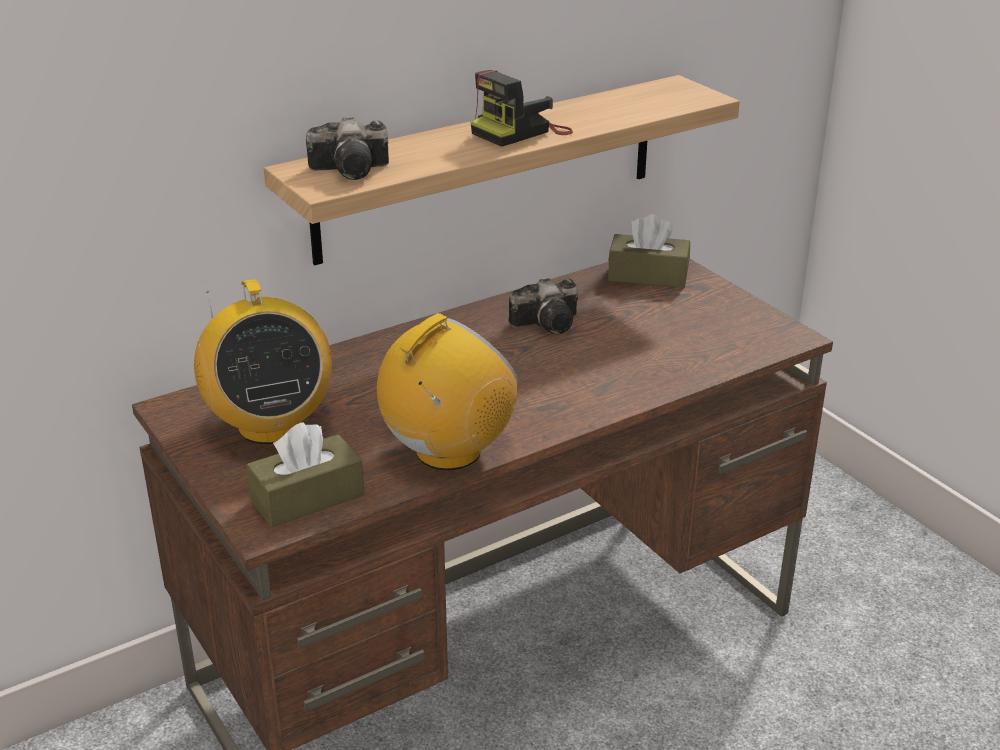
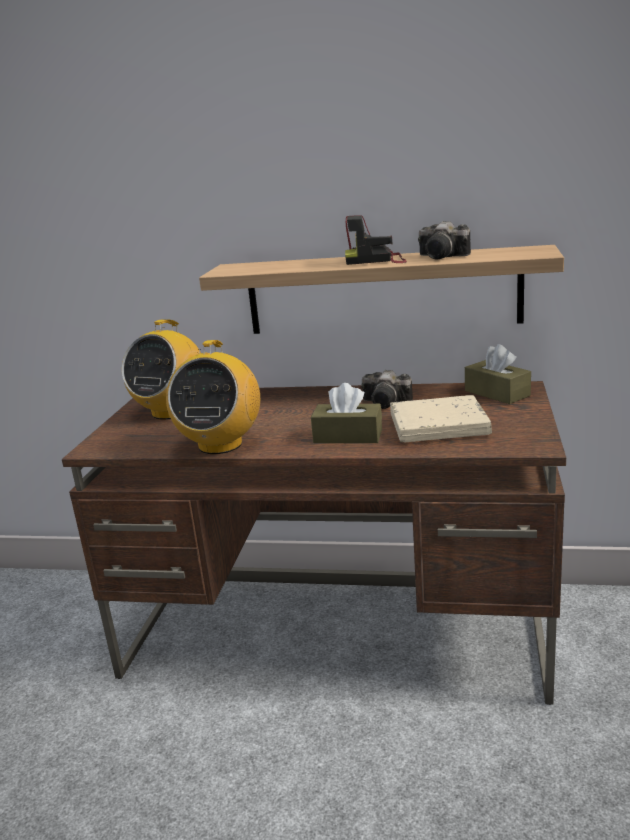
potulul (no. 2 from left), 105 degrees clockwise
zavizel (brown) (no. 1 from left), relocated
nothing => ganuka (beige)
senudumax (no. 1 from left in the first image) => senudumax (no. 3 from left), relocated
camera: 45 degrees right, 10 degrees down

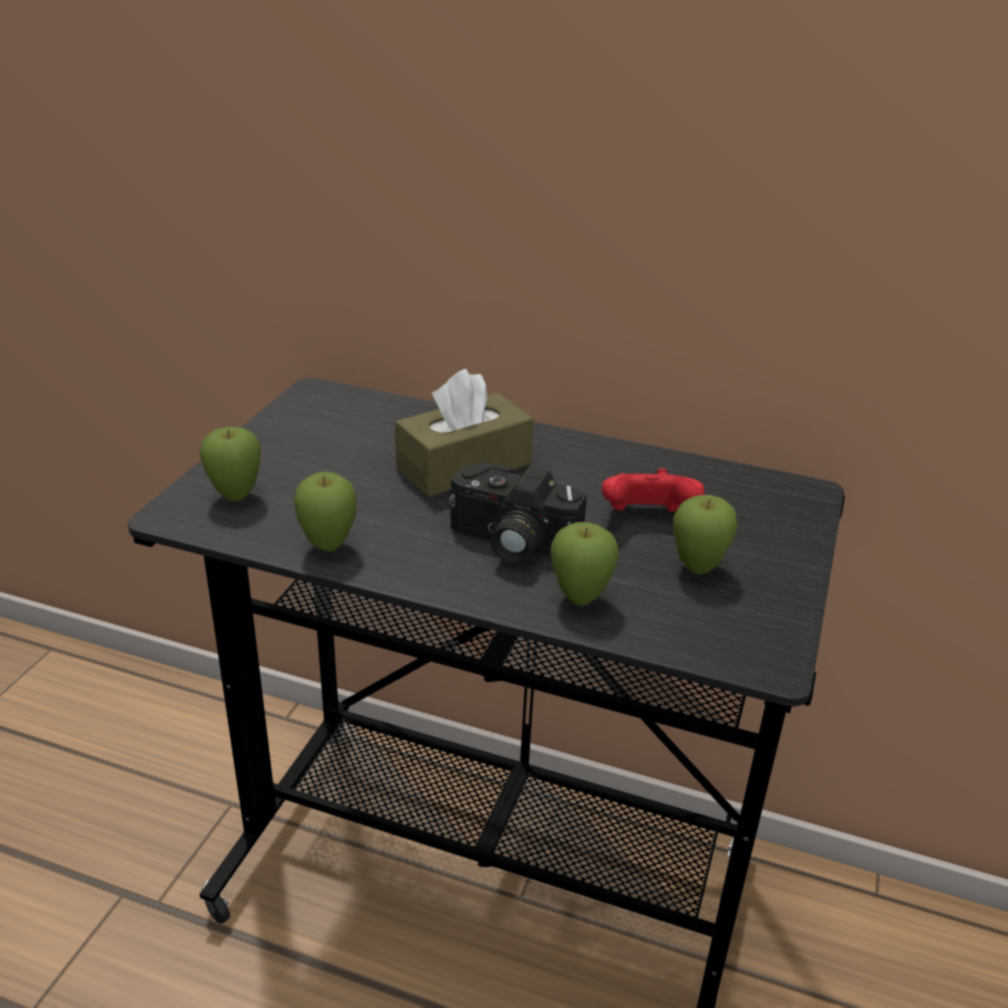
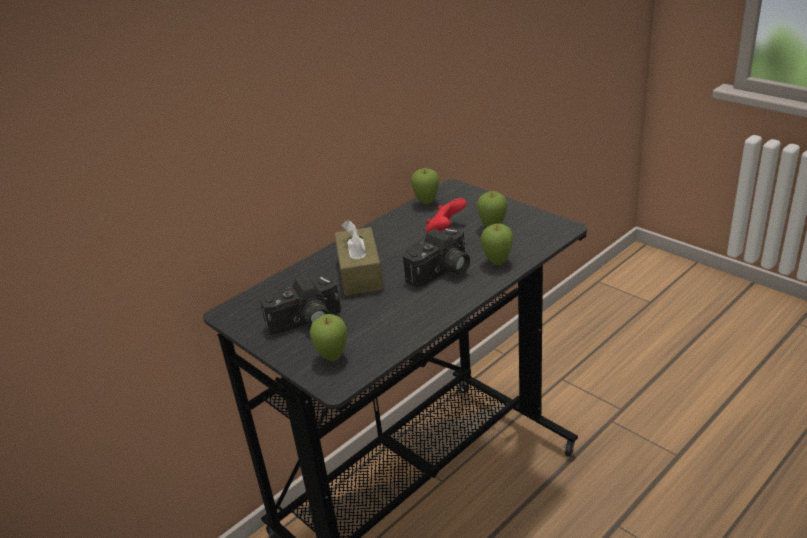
nothing => senudumax (no. 1 from left)
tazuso (no. 2 from left), relocated
camera: 60 degrees left, 0 degrees up

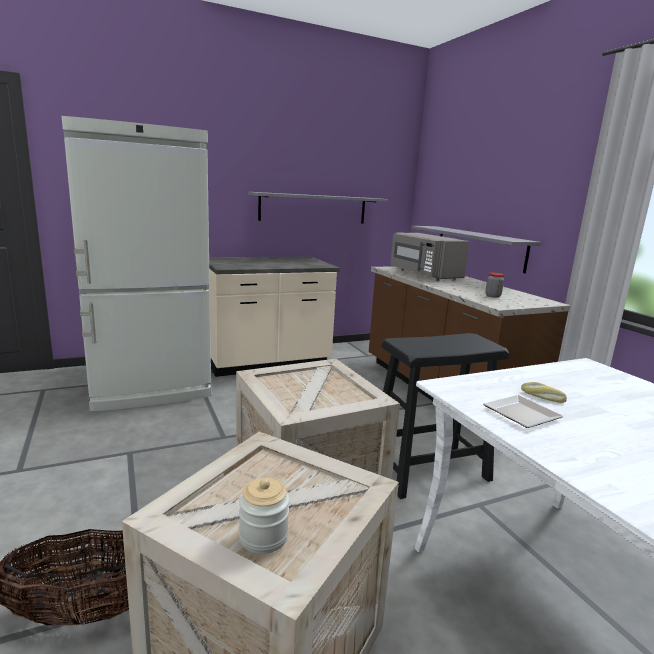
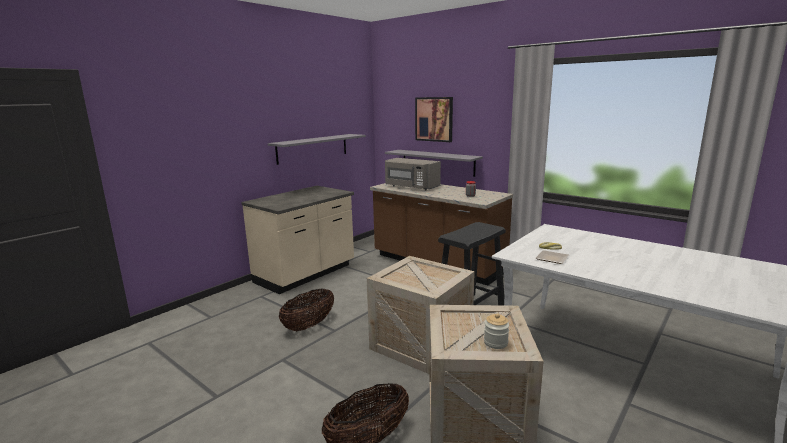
nothing => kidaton (no. 1 from left)
nothing => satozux
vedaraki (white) => nothing
camera: 25 degrees left, 0 degrees up

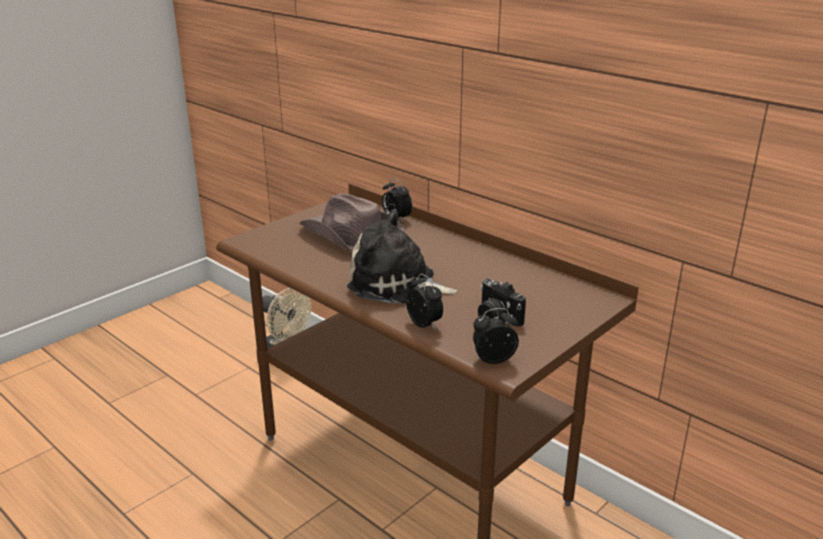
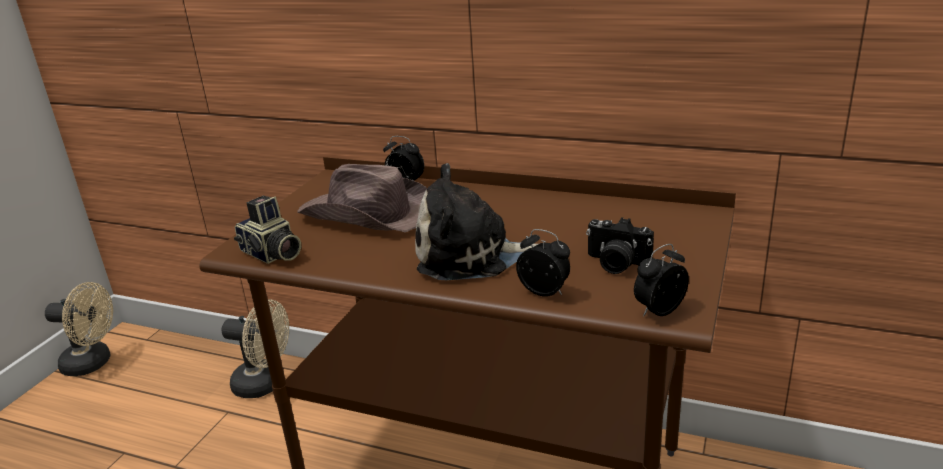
nothing => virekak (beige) (no. 1 from left)
nothing => senudumax (no. 1 from left)
camera: 20 degrees left, 0 degrees up

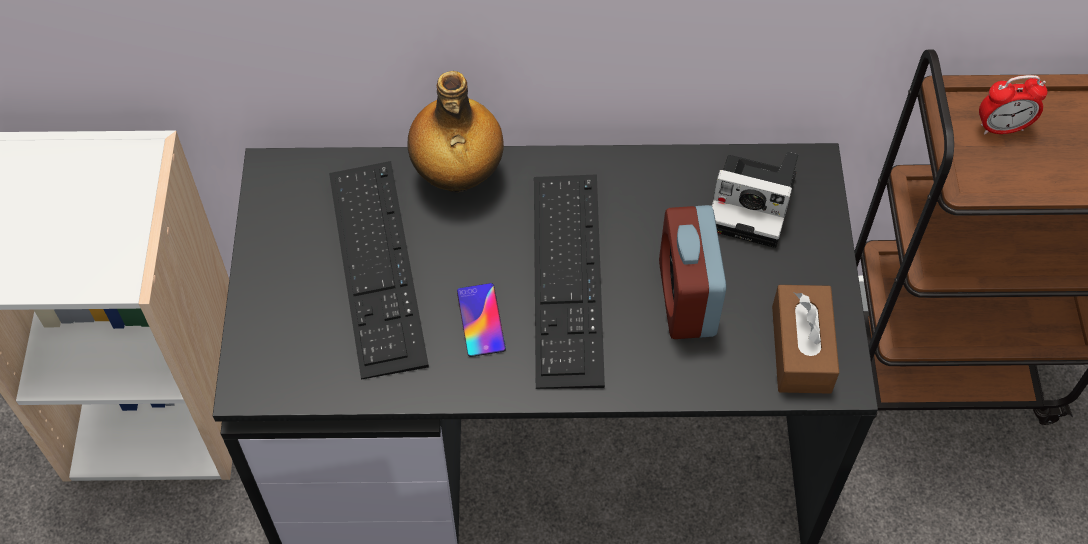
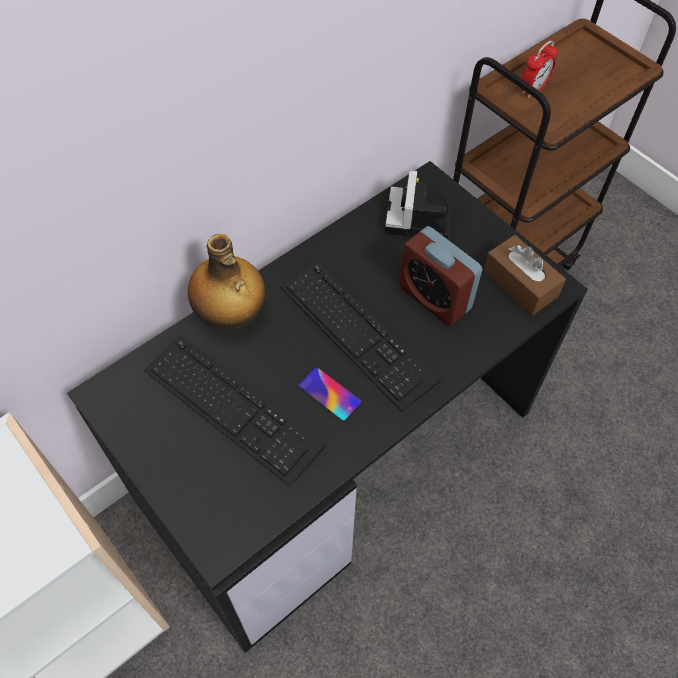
senudumax, 120 degrees clockwise
camera: 40 degrees left, 0 degrees up

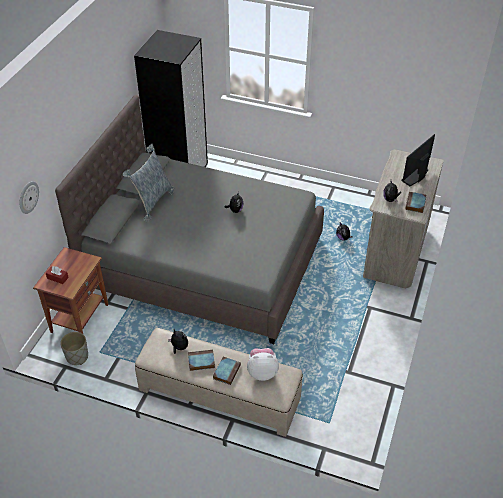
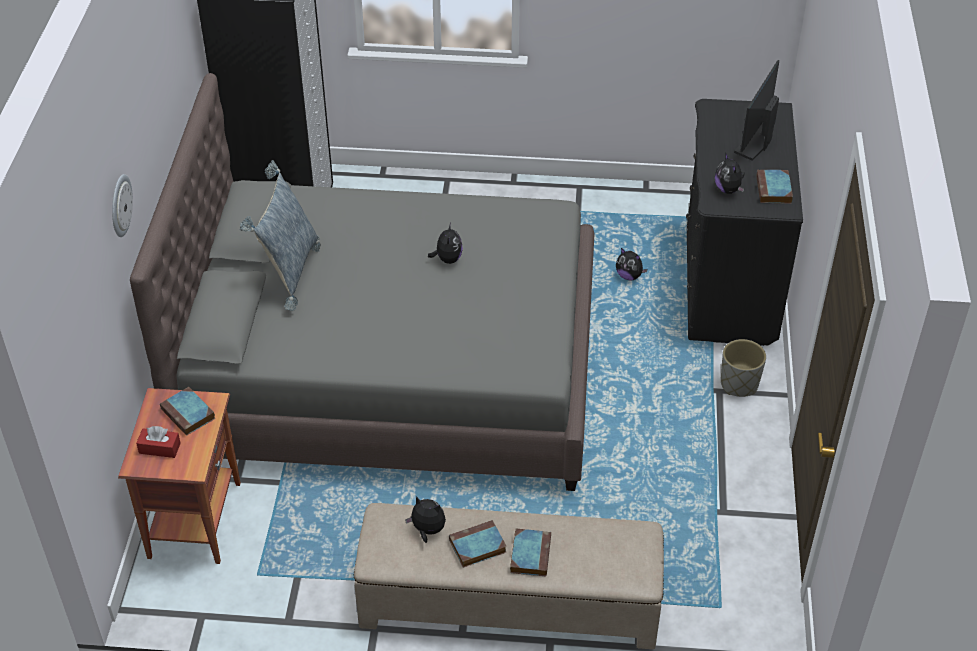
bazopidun, relocated
nothing => ganuka (no. 1 from left)
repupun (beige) => repupun (black)
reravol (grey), relocated
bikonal (no. 3 from left) => nothing
camera: 15 degrees left, 0 degrees up

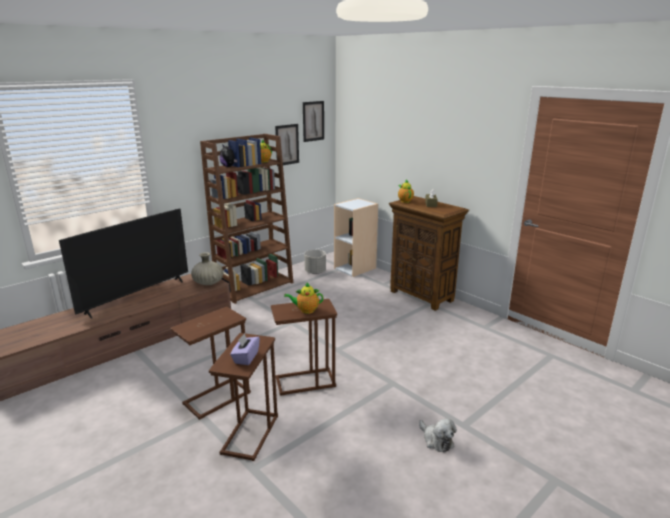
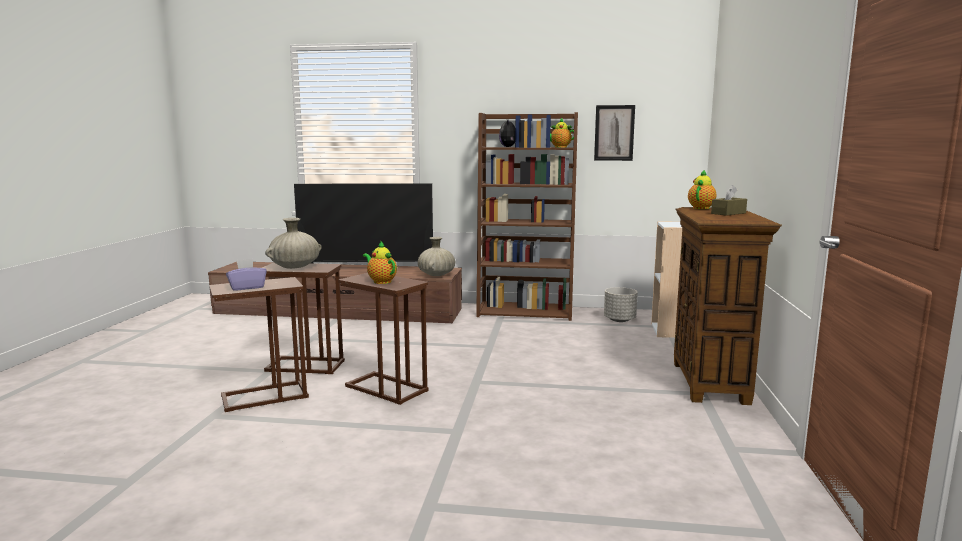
nothing => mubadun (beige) (no. 1 from left)
satozux (no. 2 from left) => nothing
bikonal (no. 2 from left) => nothing
camera: 50 degrees right, 10 degrees down

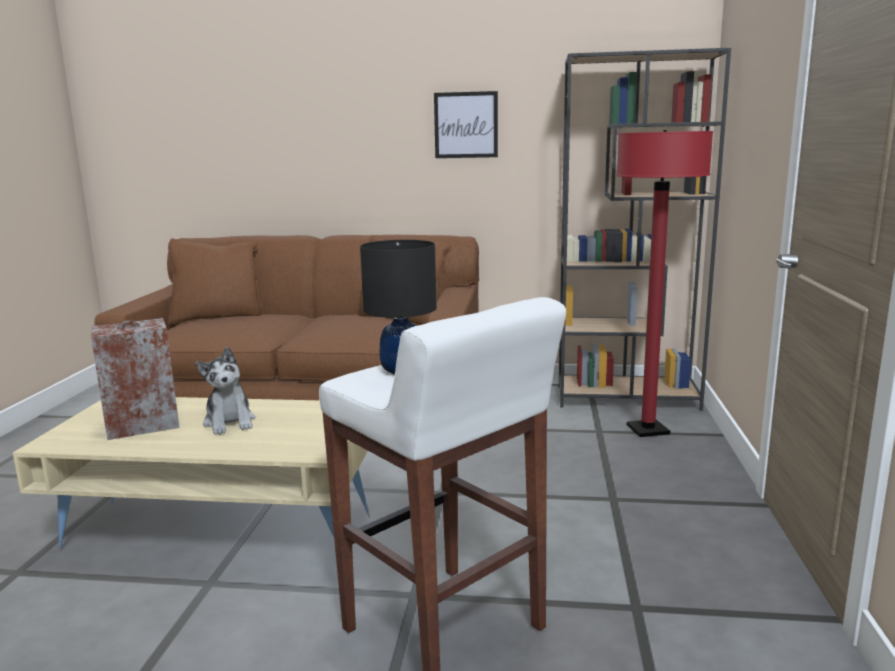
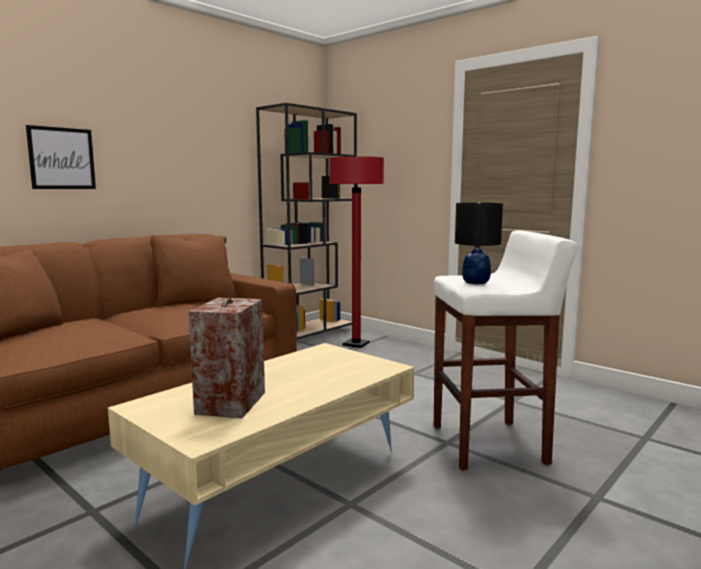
satozux, relocated
bikonal => nothing
camera: 55 degrees left, 5 degrees down

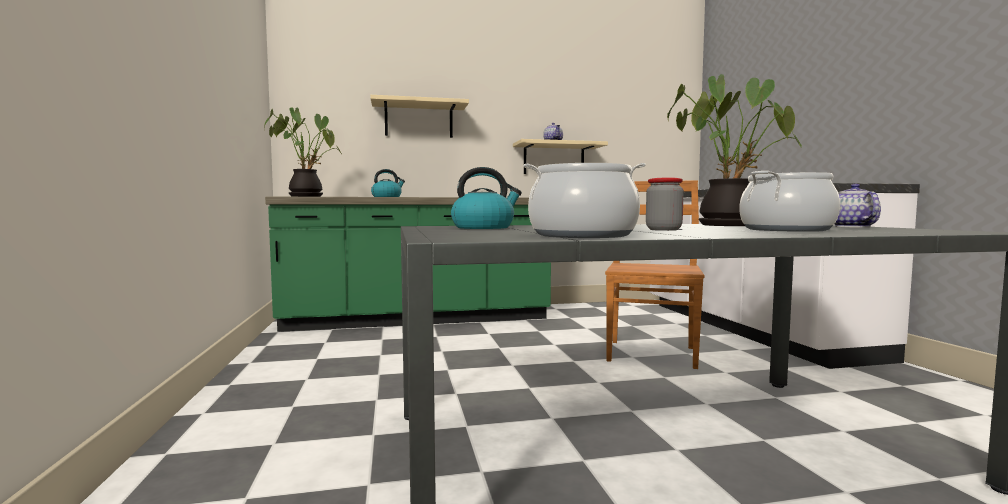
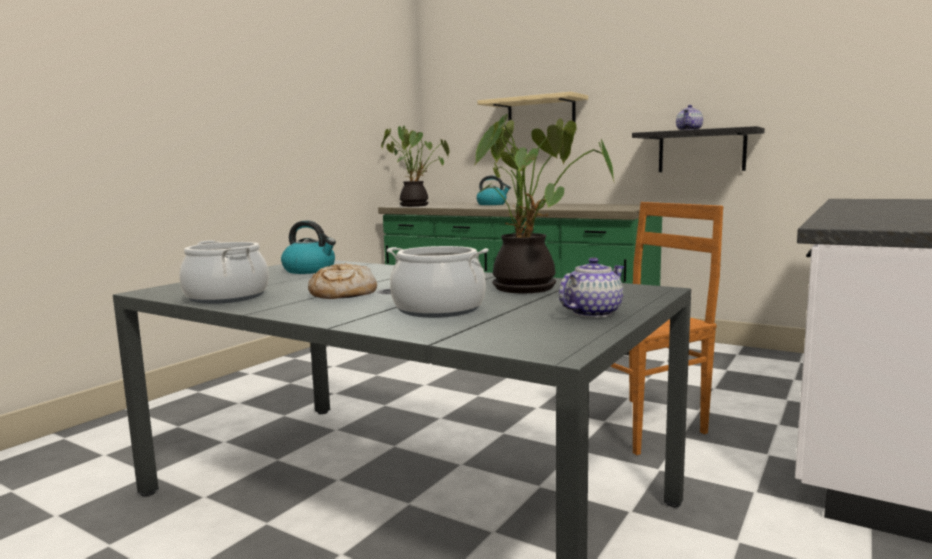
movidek => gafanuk
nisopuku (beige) (no. 2 from left) => nisopuku (black)
camera: 45 degrees right, 5 degrees up

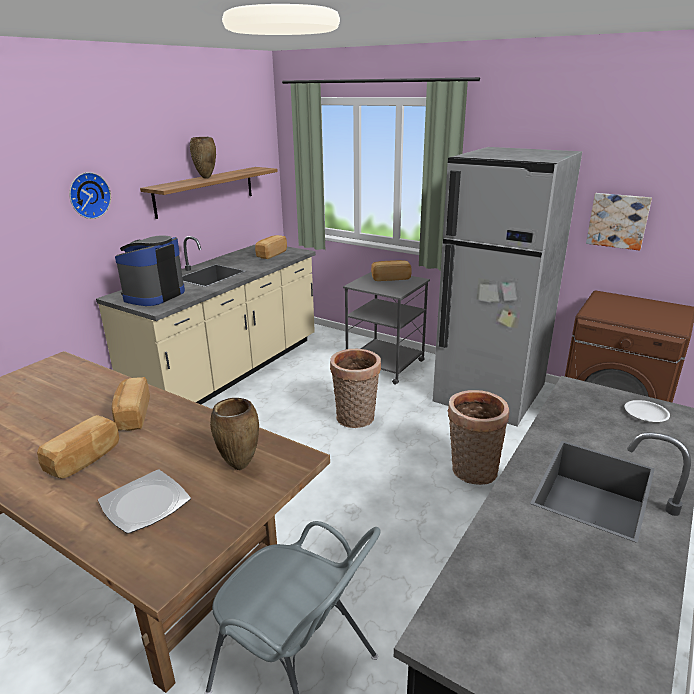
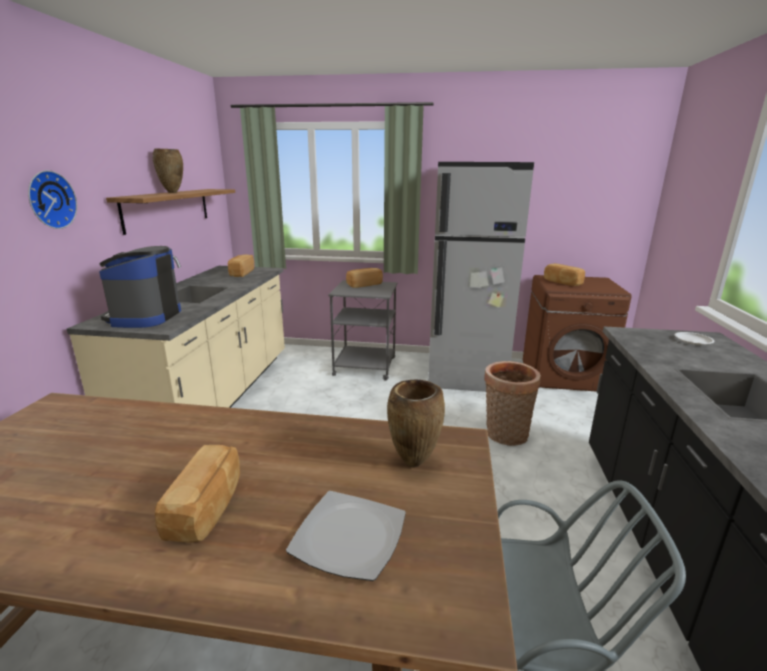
gafanuk (no. 2 from left in the first image) => gafanuk (no. 4 from left), relocated
kidaton (no. 1 from left) => nothing
satozux => nothing
camera: 25 degrees left, 5 degrees down

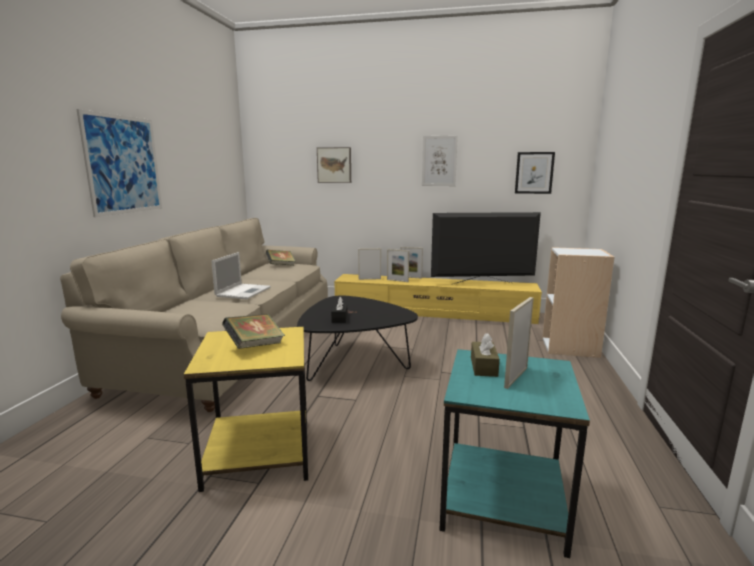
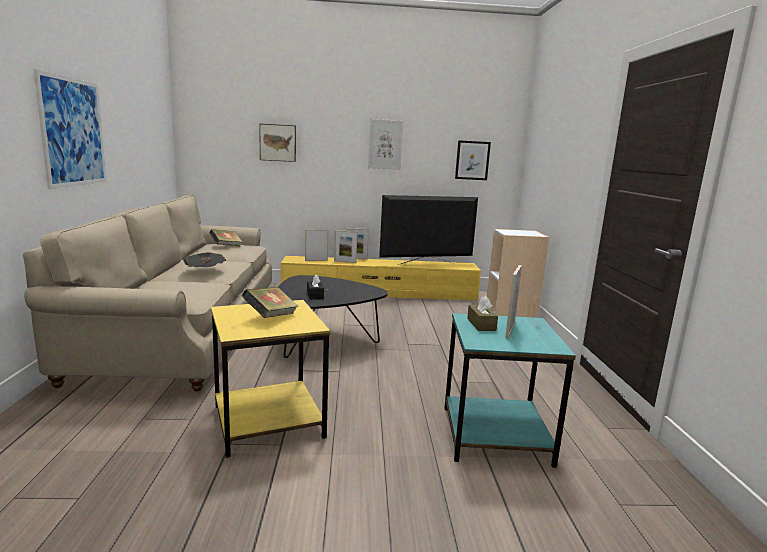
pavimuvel => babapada
camera: 15 degrees left, 0 degrees up

